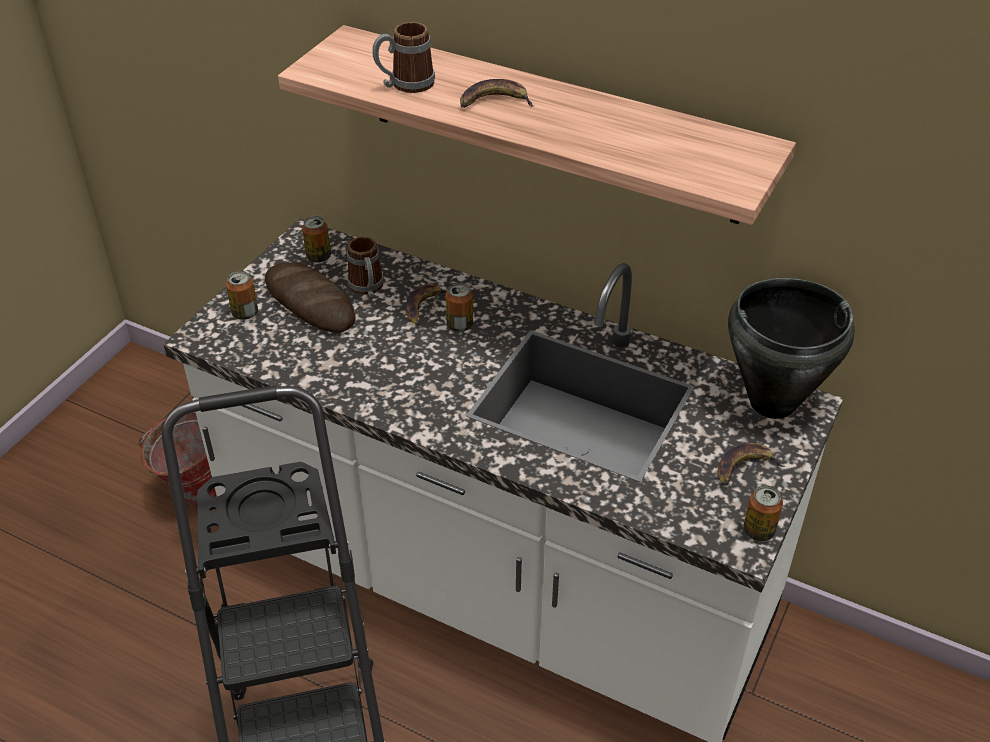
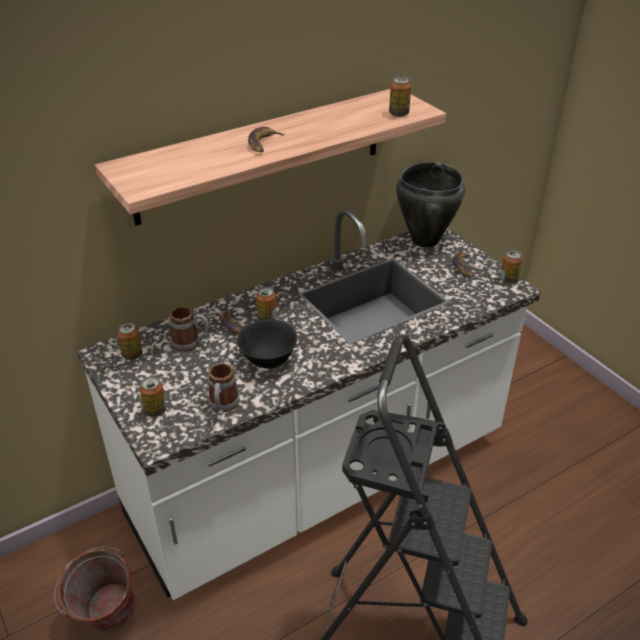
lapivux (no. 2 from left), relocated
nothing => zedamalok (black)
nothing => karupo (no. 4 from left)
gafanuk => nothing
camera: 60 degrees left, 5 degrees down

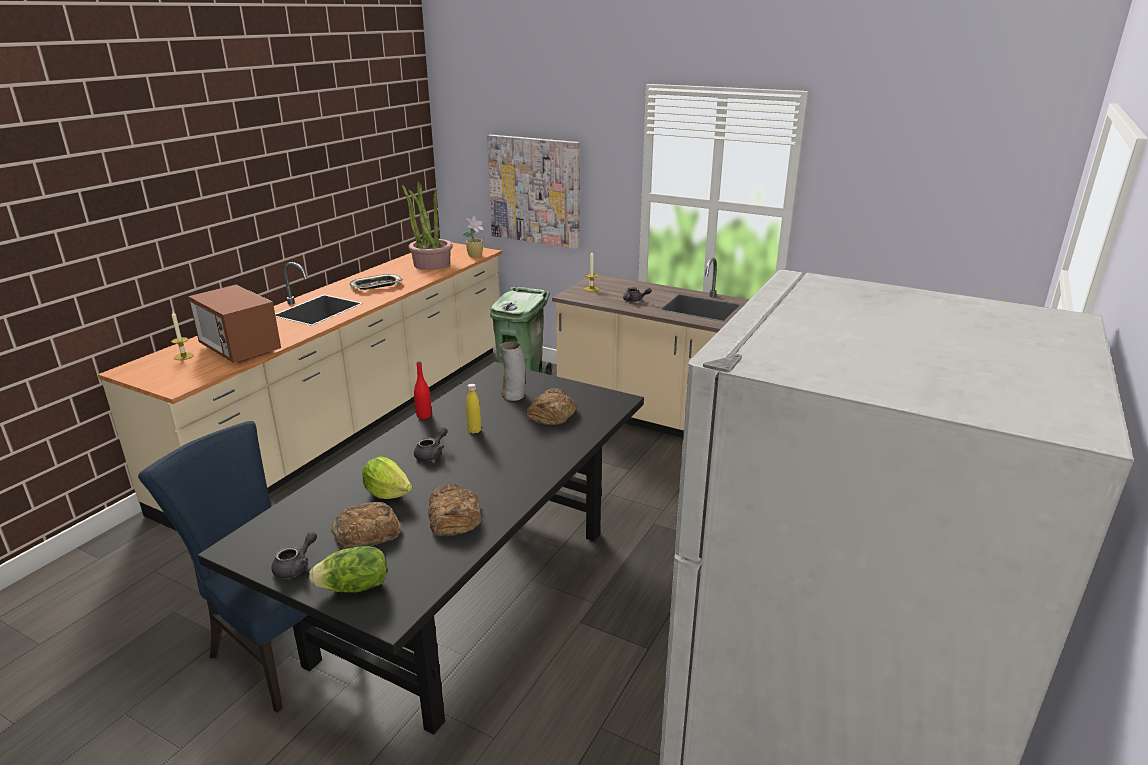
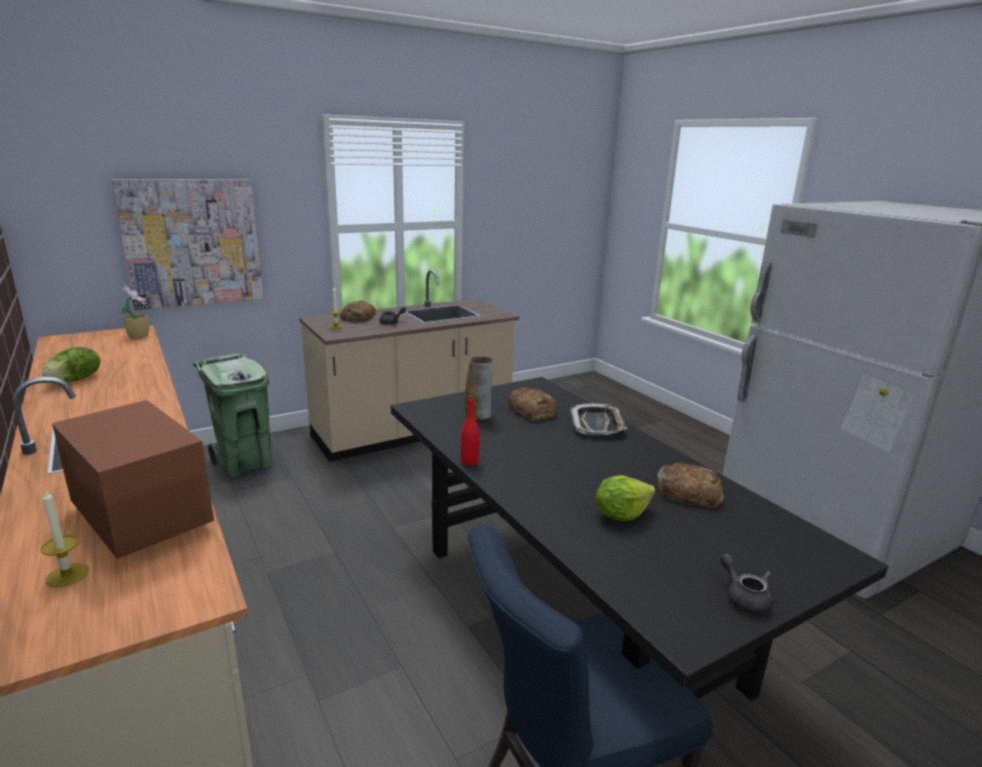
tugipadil (no. 1 from left), relocated
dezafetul, 120 degrees counterclockwise
gafanuk (no. 1 from left), relocated
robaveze, relocated
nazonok (no. 1 from left) => nothing
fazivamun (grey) (no. 2 from left) => nothing
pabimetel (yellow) => nothing
camera: 60 degrees left, 5 degrees down

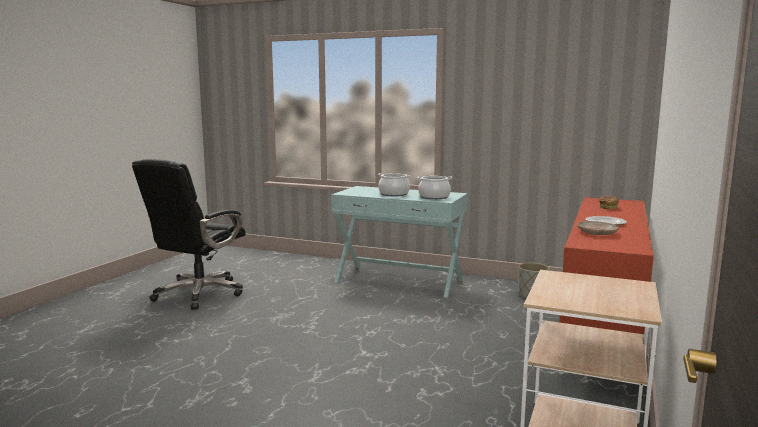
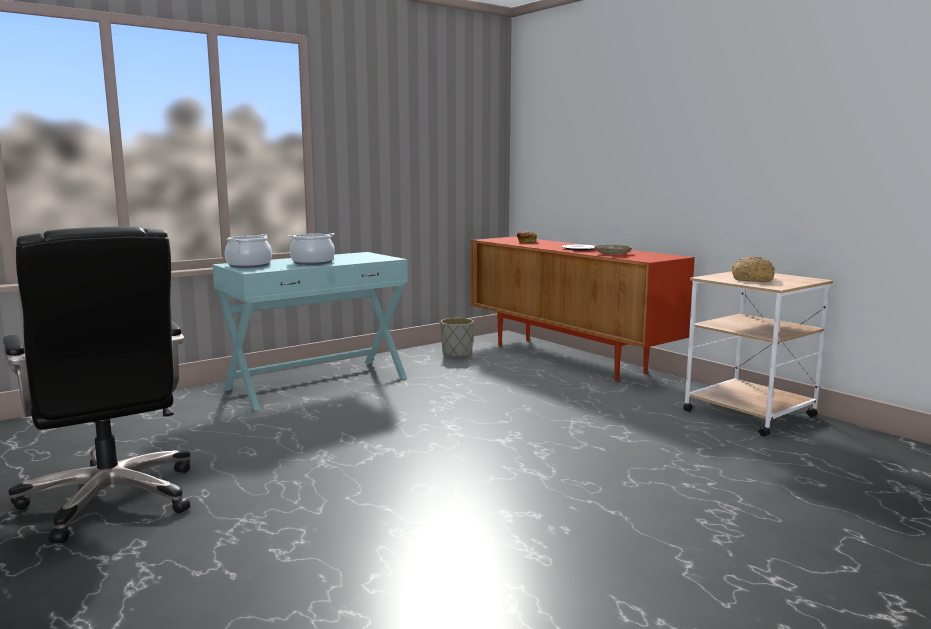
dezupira (no. 2 from left in the first image) => dezupira (no. 1 from left), relocated
nothing => gafanuk (no. 2 from left)
camera: 60 degrees left, 0 degrees up

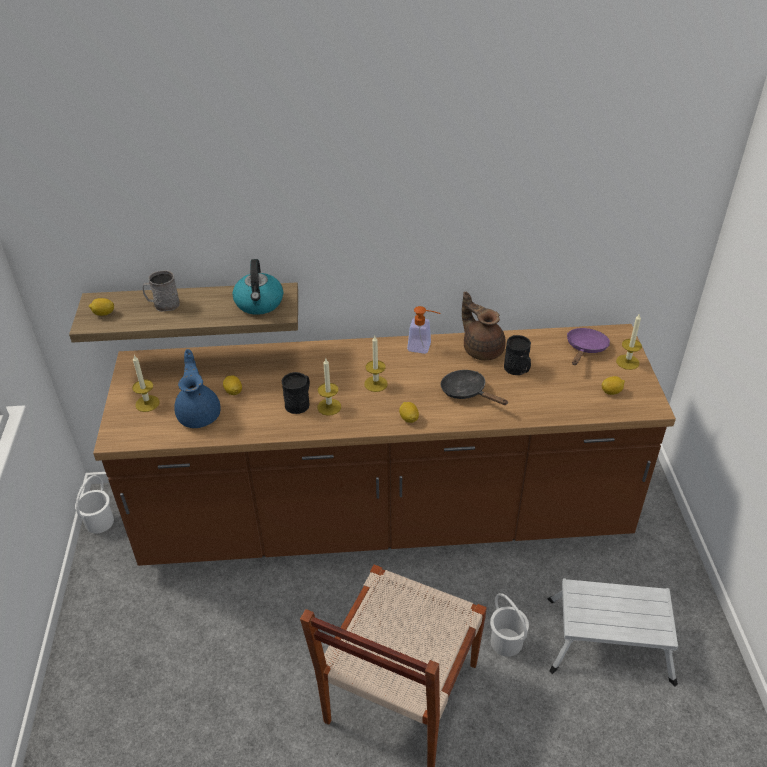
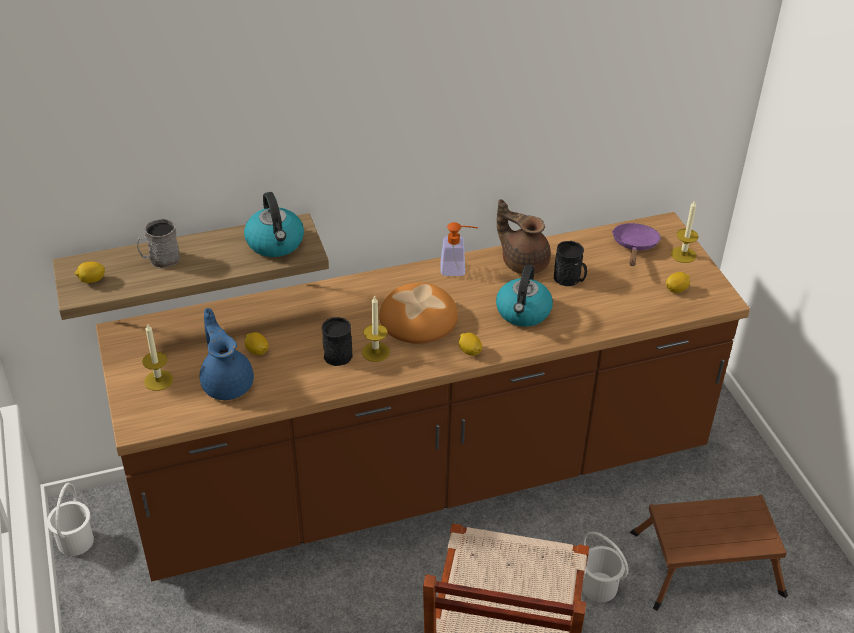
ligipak (no. 3 from left) => gafanuk
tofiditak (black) => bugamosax (no. 2 from left)
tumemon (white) => tumemon (brown)
camera: 15 degrees left, 0 degrees up

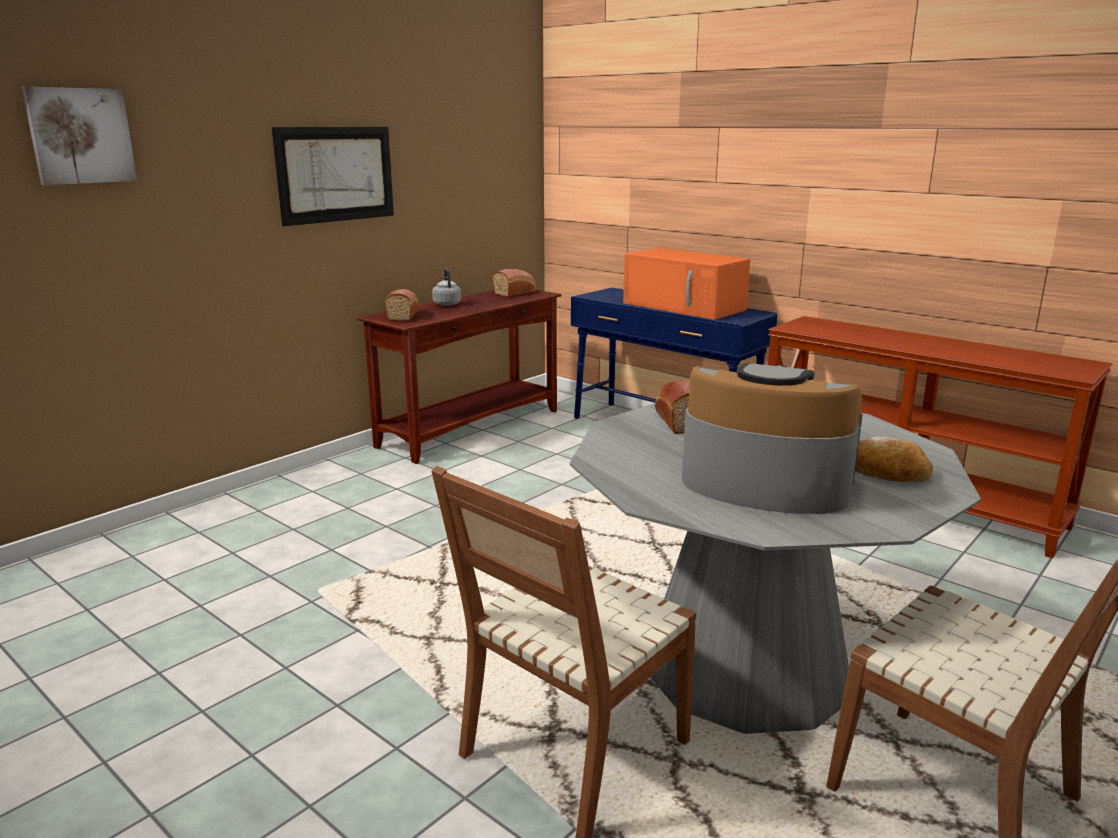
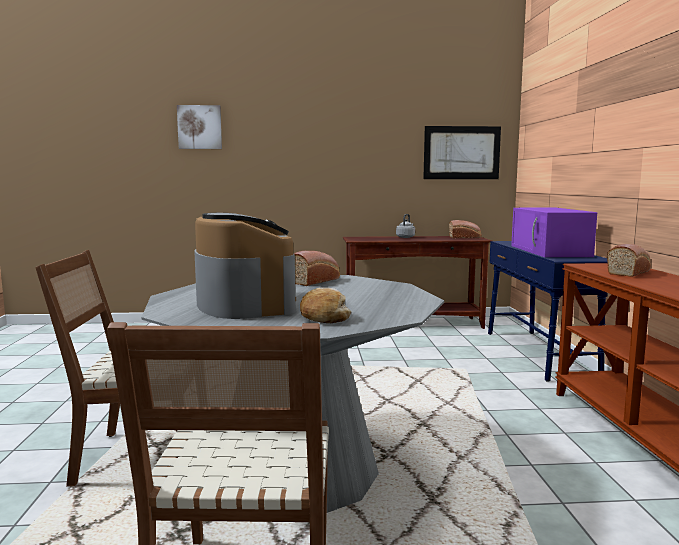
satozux (no. 2 from left), relocated
dezafetul (orange) => dezafetul (purple)
gafanuk (no. 1 from left in the first image) => gafanuk (no. 4 from left), relocated
camera: 45 degrees right, 10 degrees down

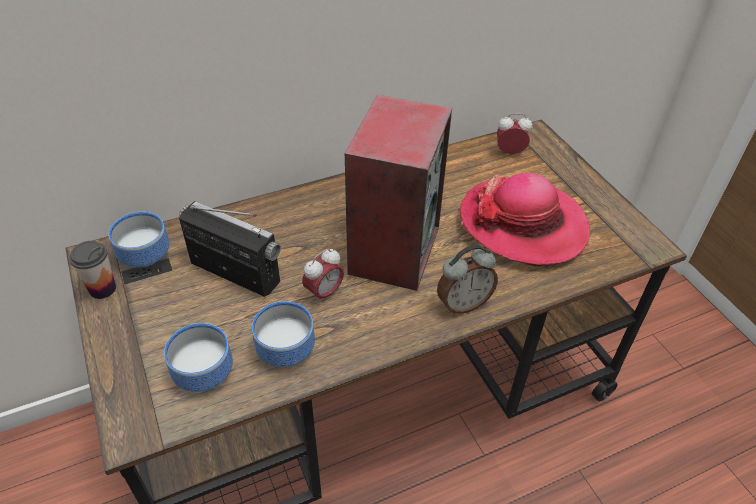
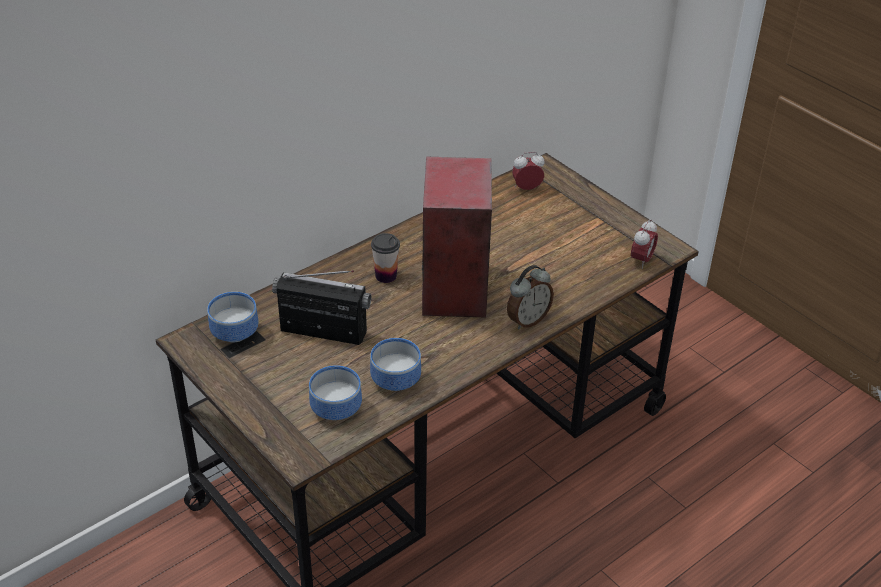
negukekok, relocated
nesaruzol (no. 1 from left in the first image) => nesaruzol (no. 3 from left), relocated
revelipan => nothing
camera: 15 degrees left, 5 degrees down

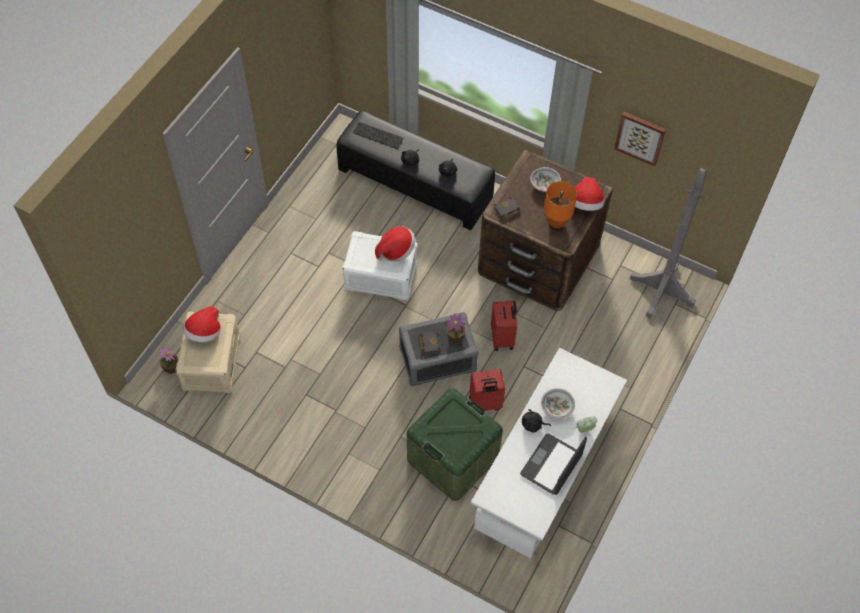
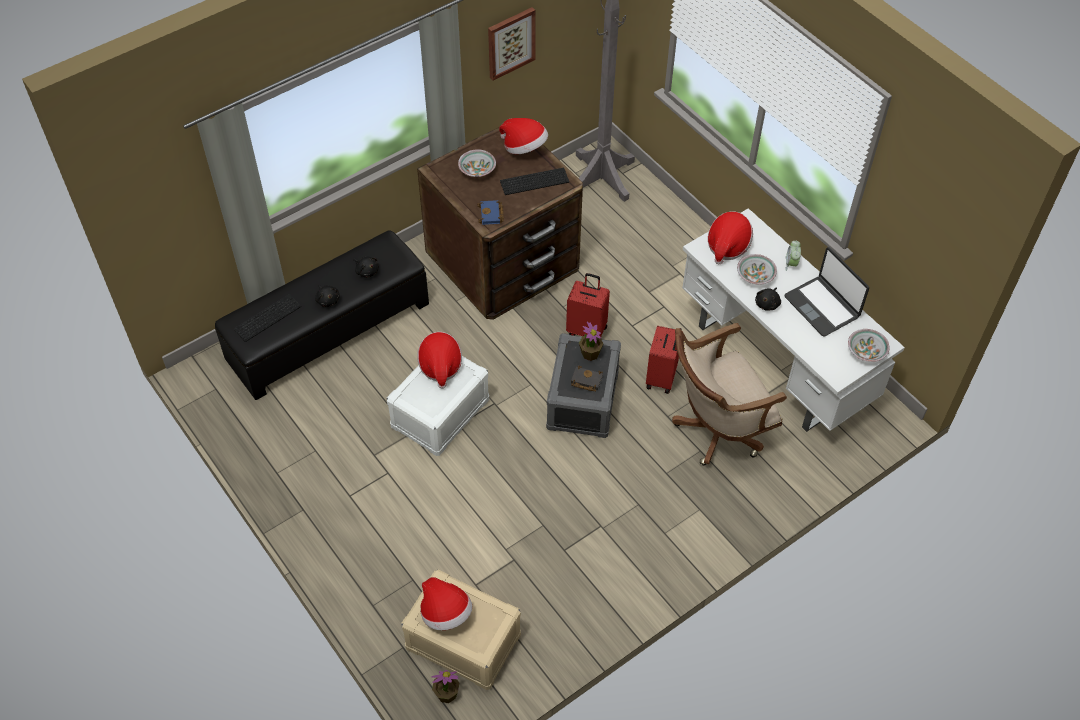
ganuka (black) (no. 2 from left) => ganuka (blue)
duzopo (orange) => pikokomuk (no. 2 from left)
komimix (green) => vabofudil
nothing => revelipan (no. 4 from left)
nothing => zedamalok (no. 3 from left)
camera: 65 degrees left, 5 degrees down

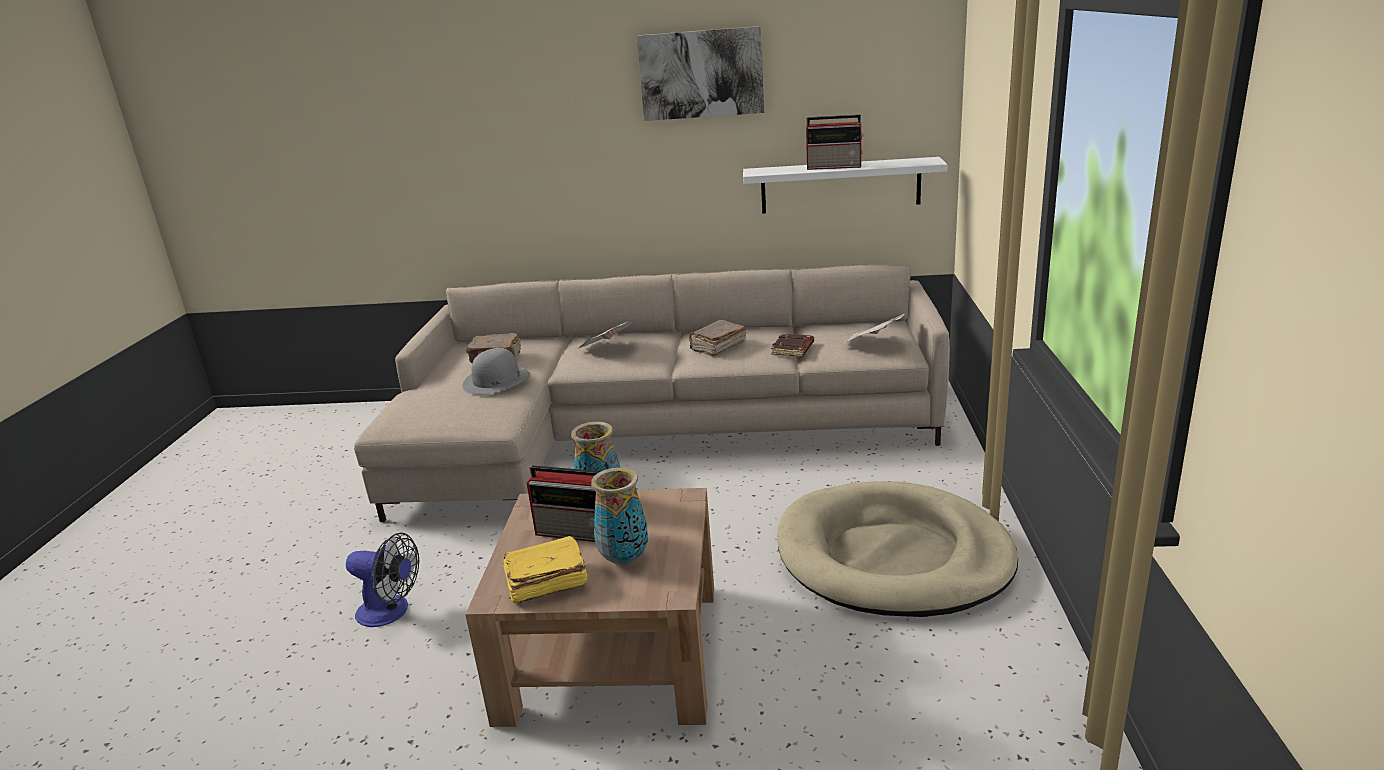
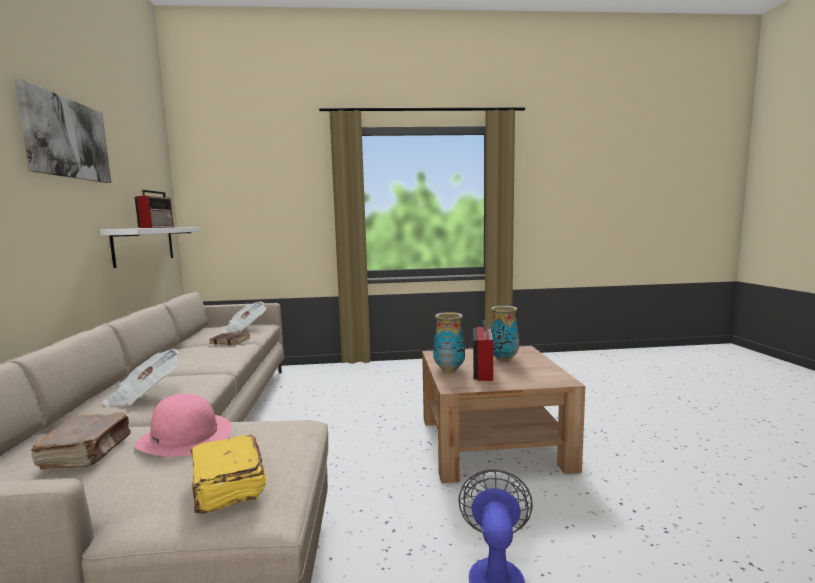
revelipan (grey) => revelipan (pink)
ganuka (yellow), relocated
ganuka (brown) (no. 2 from left) => nothing
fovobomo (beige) => nothing
camera: 100 degrees left, 15 degrees down

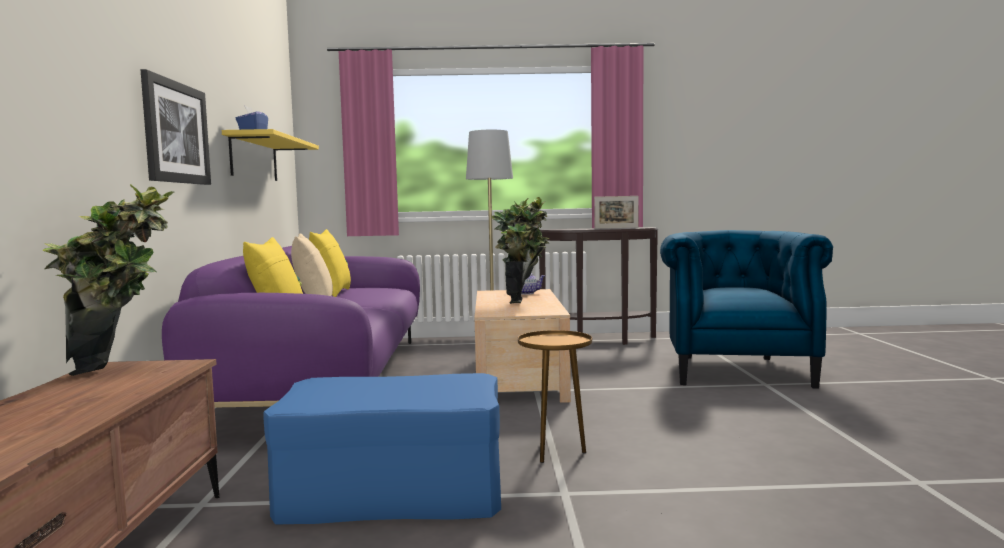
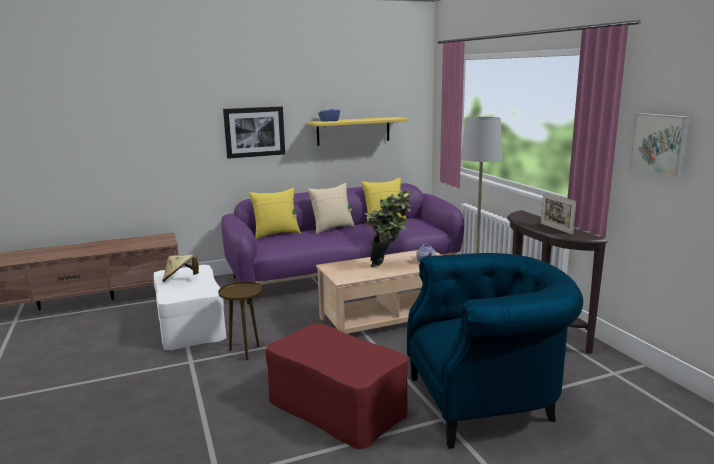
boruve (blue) => boruve (white)
nothing => revelipan (beige)
nothing => boruve (red)
nothing => satozux (no. 2 from left)
nazonok (no. 1 from left) => nothing
camera: 70 degrees right, 10 degrees up

